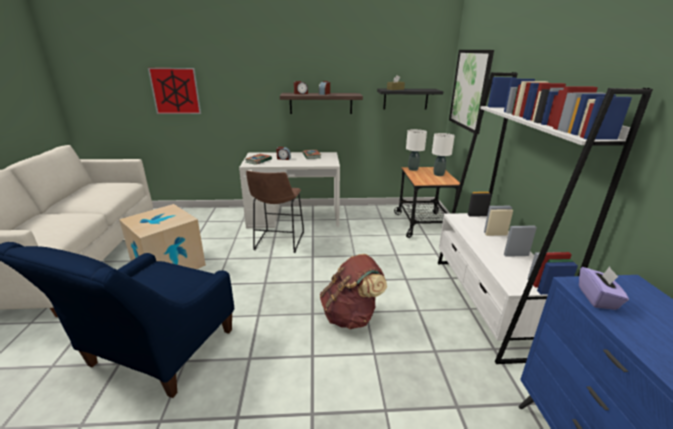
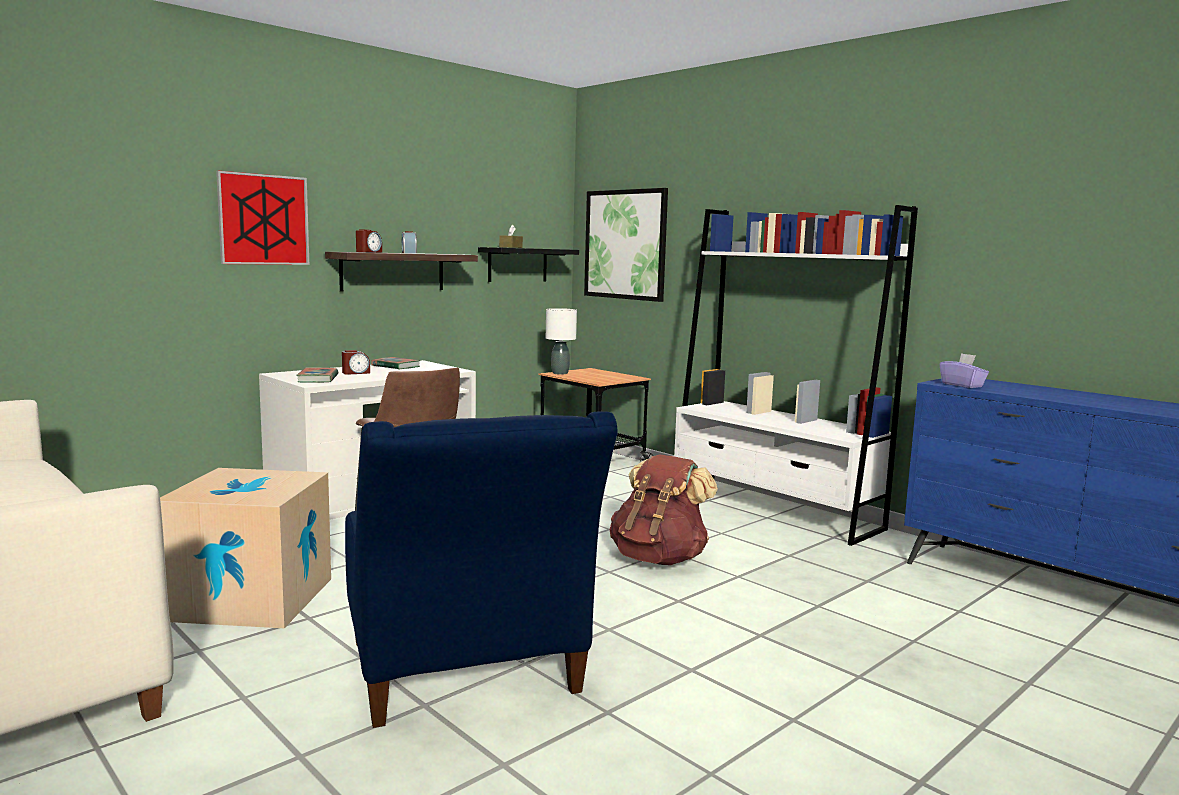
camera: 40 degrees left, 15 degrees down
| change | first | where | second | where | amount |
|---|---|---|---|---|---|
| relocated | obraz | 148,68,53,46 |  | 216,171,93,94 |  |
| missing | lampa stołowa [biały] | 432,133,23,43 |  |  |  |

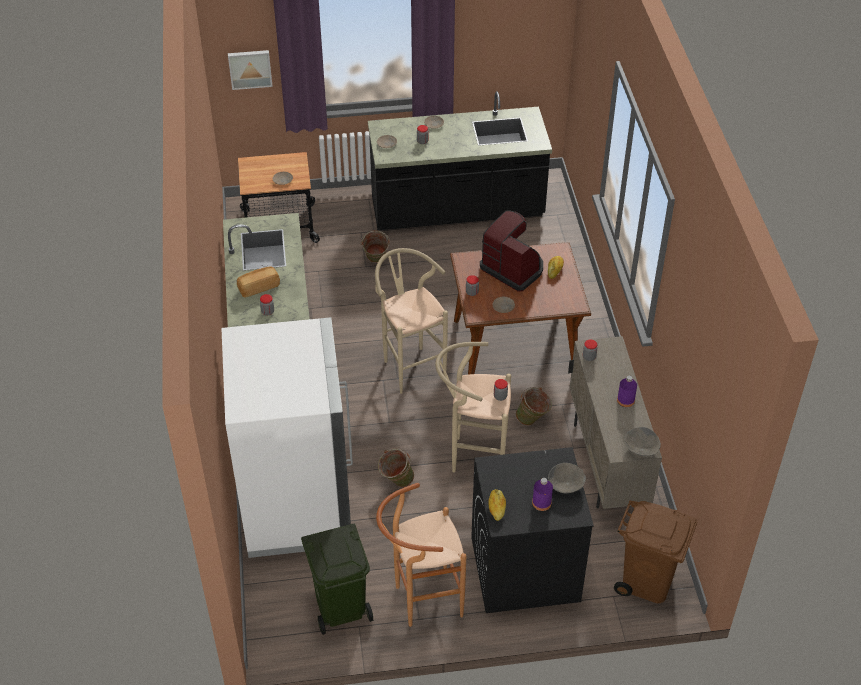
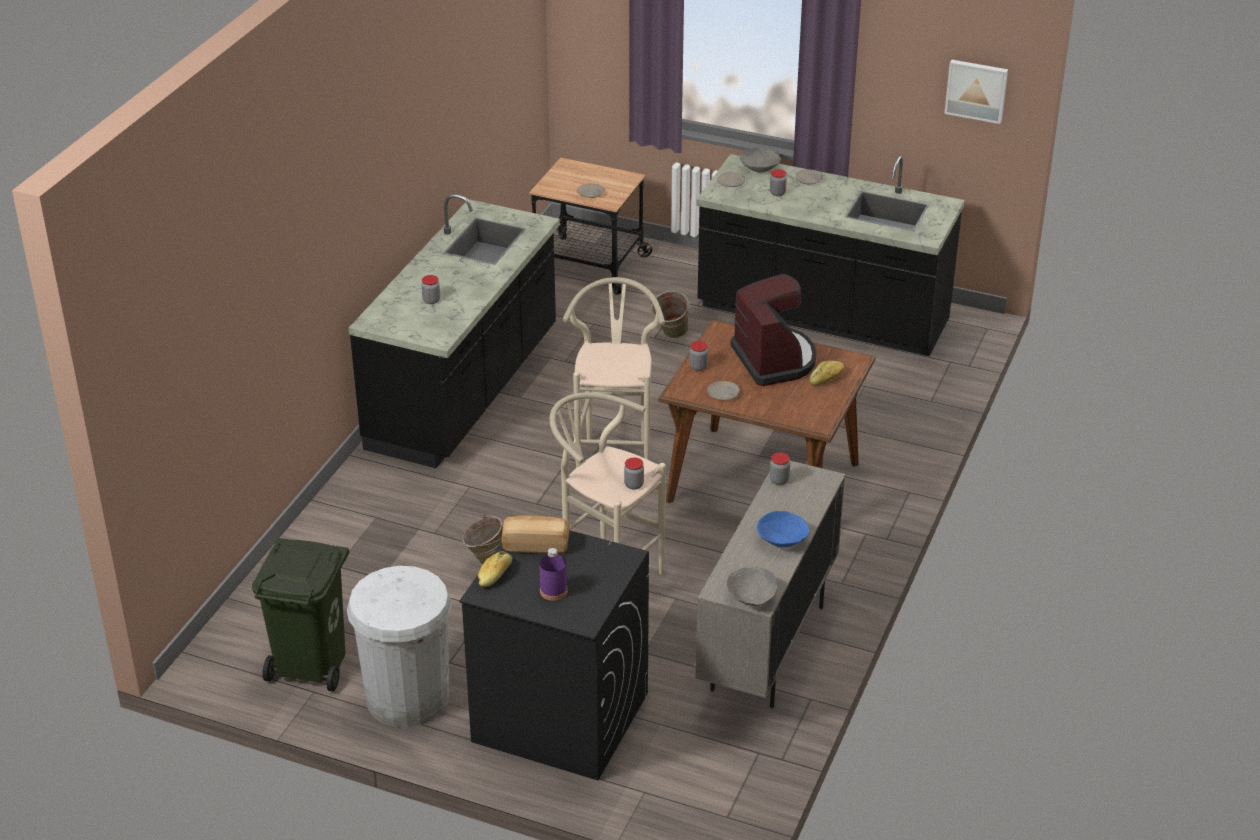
camera: 30 degrees right, 10 degrees down
| change | first | where | second | where | amount |
|---|---|---|---|---|---|
| exchanged | stołek [brązowy] | 376,483,90,144 | kosz na śmieci [biały] | 347,566,105,161 |  |
| relocated | chleb | 237,266,43,32 |  | 501,516,69,37 |  |
| relocated | miska [szary] | 548,463,38,31 |  | 740,147,41,26 |  |
| exchanged | butelka [fioletowy] | 617,376,20,31 | miska [niebieski] | 756,511,54,36 |  |
| relocated | obraz | 228,50,45,40 |  | 944,60,64,64 |  |
| missing | lodówka [biały] | 221,317,132,241 |  |  |  |
| missing | wiadro [zielony] | 515,387,37,39 |  |  |  |
| missing | kosz na śmieci [brązowy] | 614,501,83,102 |  |  |  |

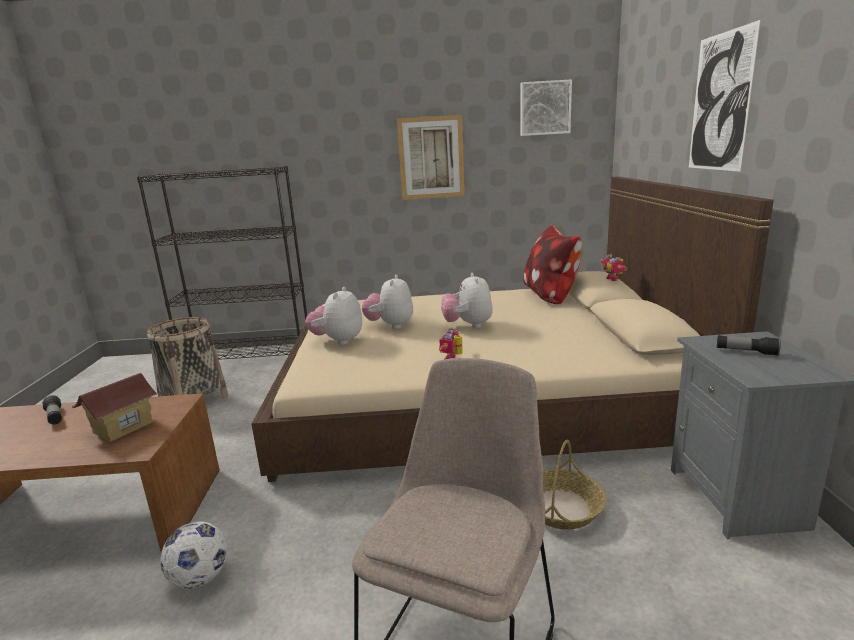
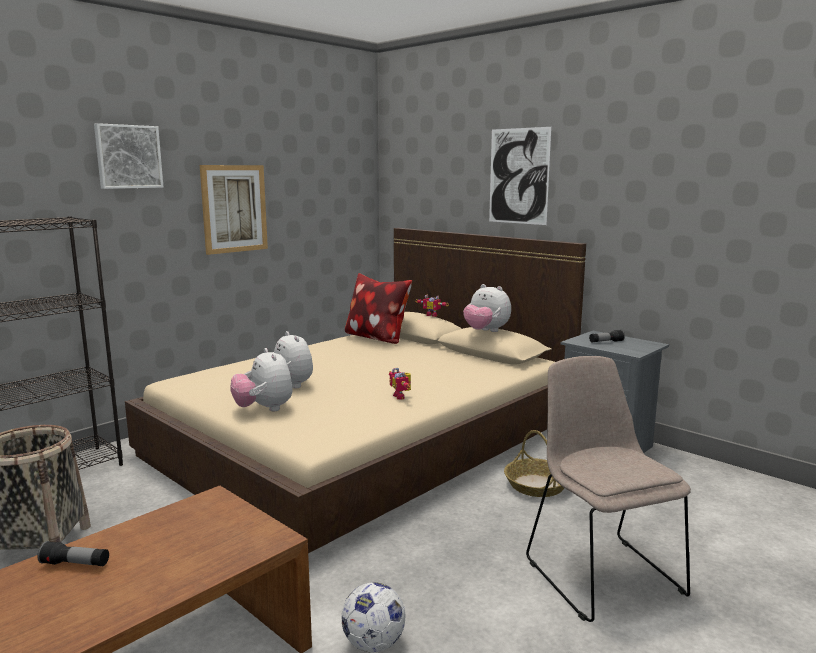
camera: 45 degrees left, 5 degrees down
| change | first | where | second | where | amount |
|---|---|---|---|---|---|
| relocated | obraz | 520,79,52,57 |  | 94,123,69,66 |  |
| relocated | pluszak | 441,273,52,55 |  | 463,284,48,48 |  |
| missing | domek | 72,373,86,69 |  |  |  |

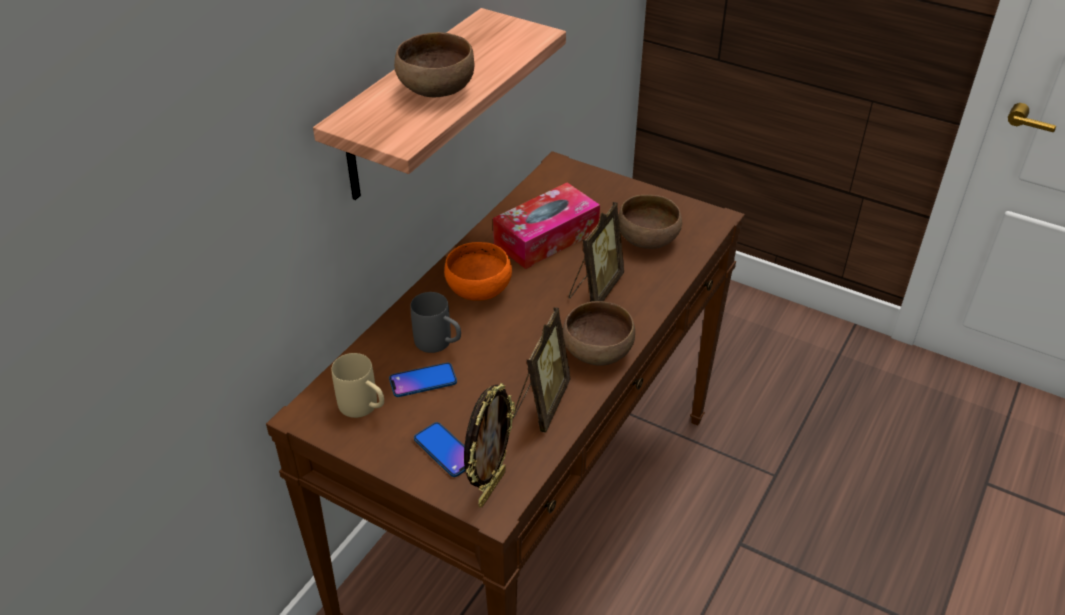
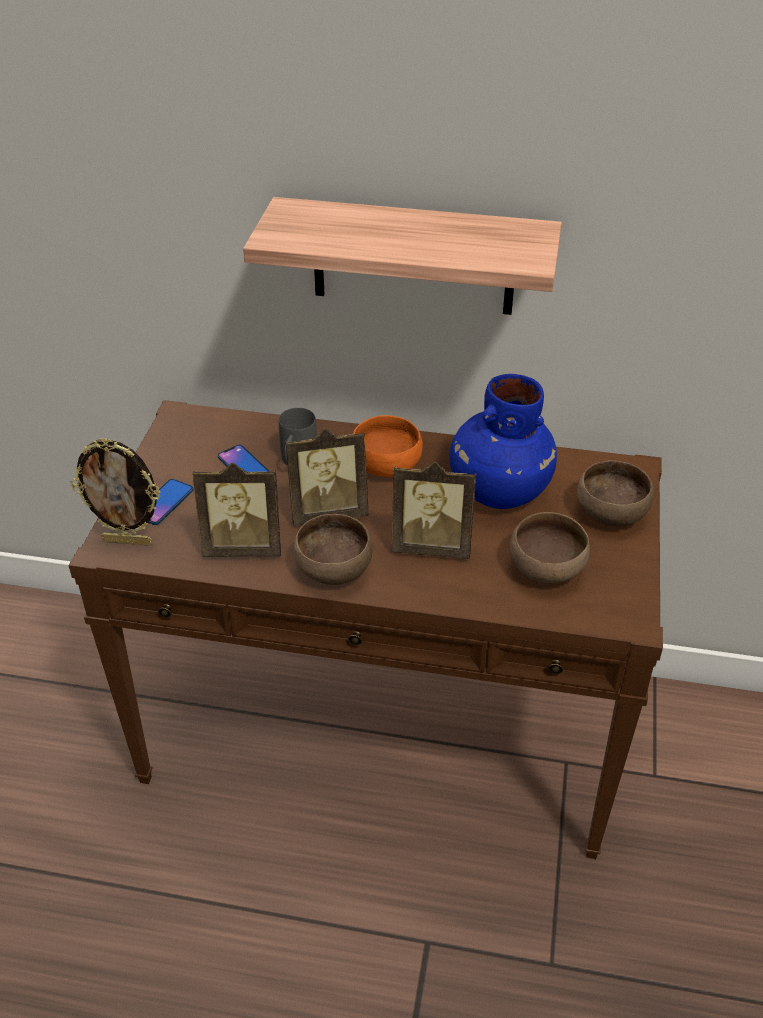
camera: 70 degrees right, 0 degrees up
| change | first | where | second | where | amount |
|---|---|---|---|---|---|
| appeared |  |  | ramka na zdjęcie | 286,428,82,98 |  |
| exchanged | pudełko chusteczek | 493,182,107,87 | wazon [niebieski] | 449,374,108,135 |  |
| relocated | miska [brązowy] | 394,32,80,65 |  | 577,460,77,66 |  |
| missing | kubek [beżowy] | 331,353,53,65 |  |  |  |

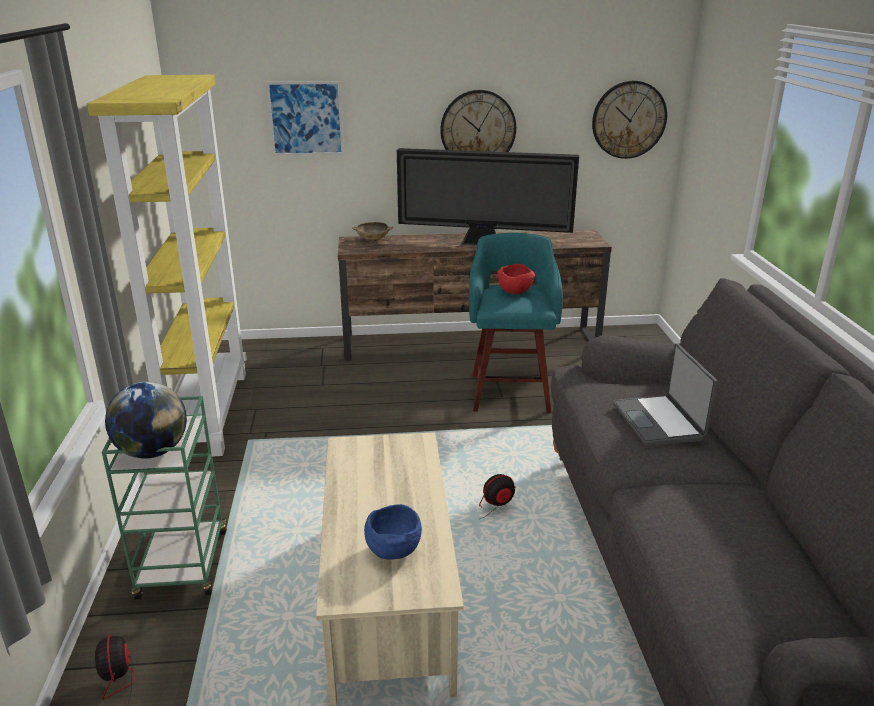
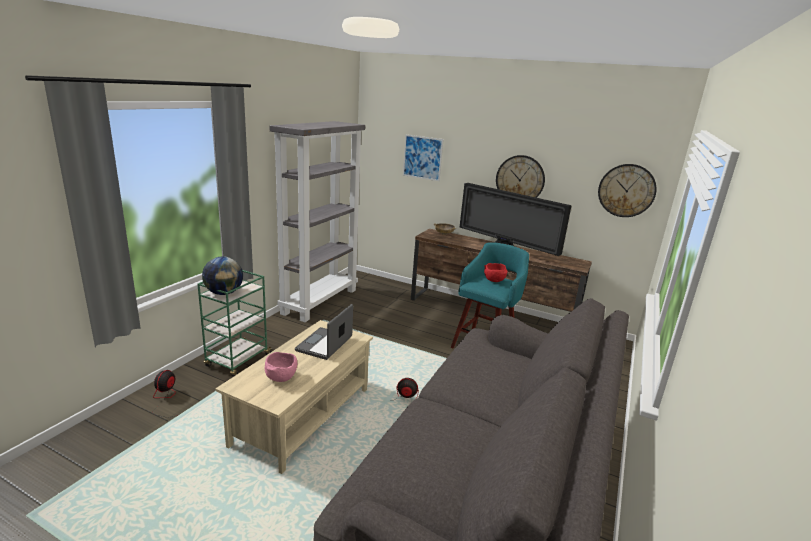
camera: 30 degrees right, 5 degrees down
| change | first | where | second | where | amount |
|---|---|---|---|---|---|
| colour | miska [niebieski] | 364,504,58,56 | miska [różowy] | 265,352,32,30 |  |
| colour | regał [żółty] | 87,75,160,381 | regał [szary] | 269,121,96,201 |  |
| relocated | laptop | 613,344,104,102 |  | 295,304,58,56 |  |

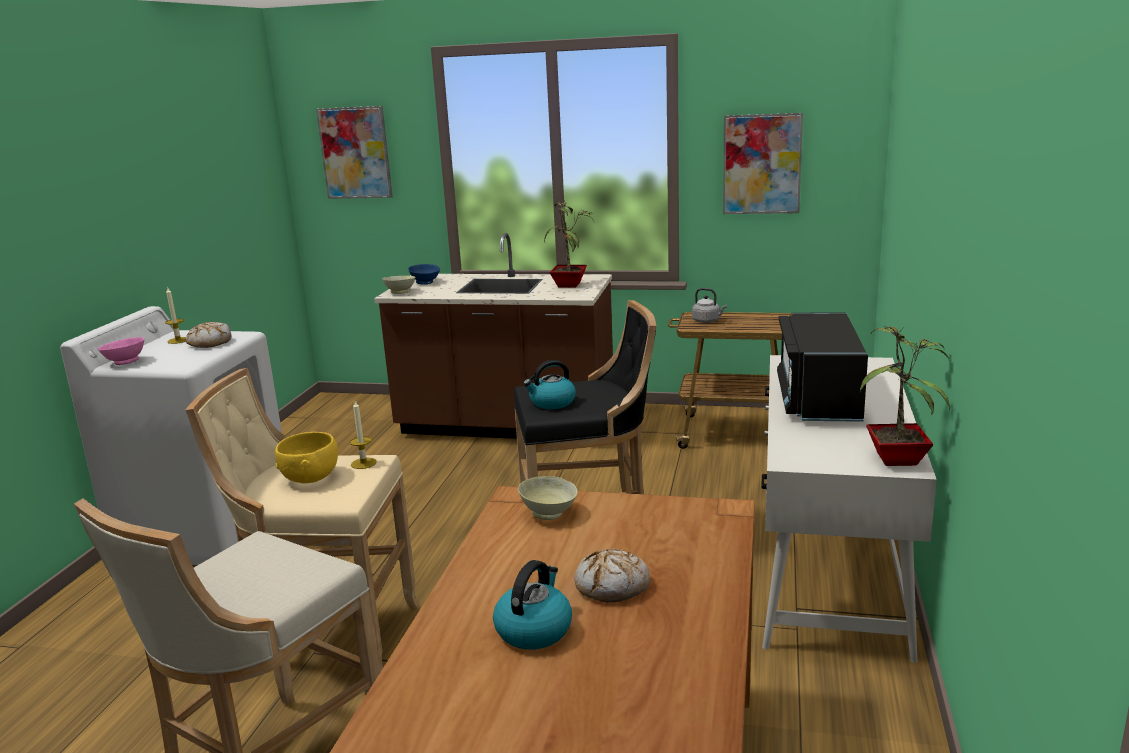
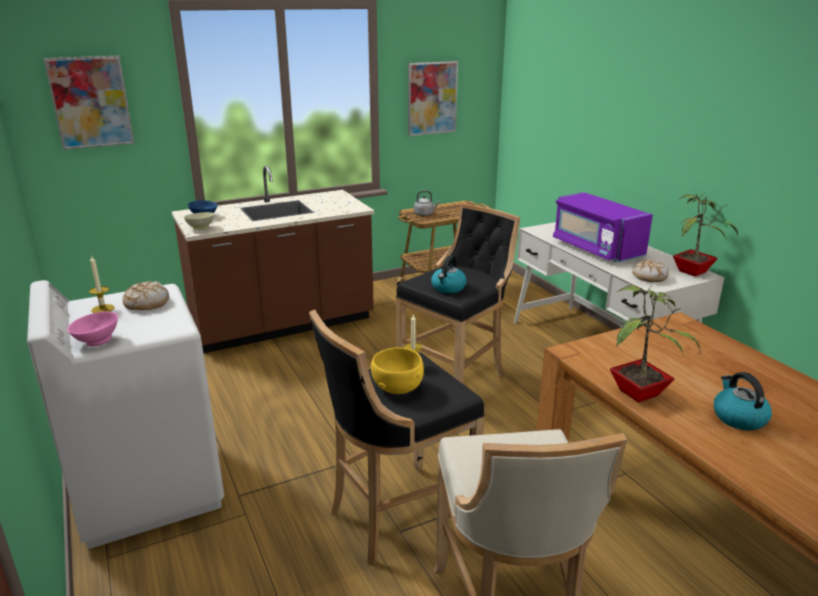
camera: 40 degrees left, 5 degrees up
| change | first | where | second | where | amount |
|---|---|---|---|---|---|
| colour | stołek [beżowy] | 186,368,233,303 | stołek [czarny] | 309,310,176,256 |  |
| colour | mikrofalówka [czarny] | 777,312,91,110 | mikrofalówka [fioletowy] | 553,192,100,70 |  |
| relocated | roślina doniczkowa | 544,200,51,88 |  | 610,285,91,118 |  |
| relocated | chleb | 574,549,76,54 |  | 632,260,37,22 |  |
| missing | miska [beżowy] | 518,476,60,44 |  |  |  |

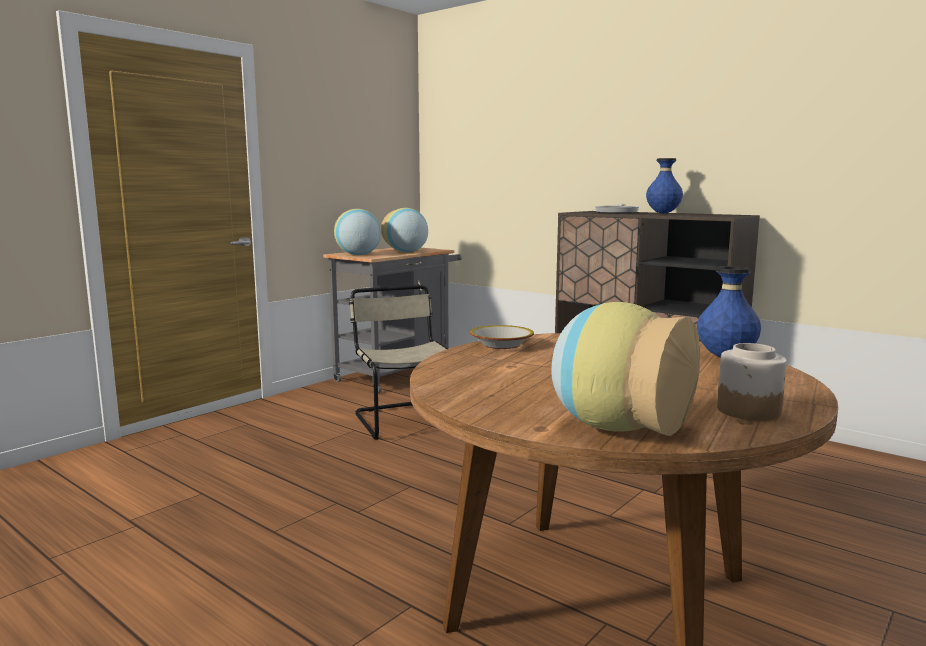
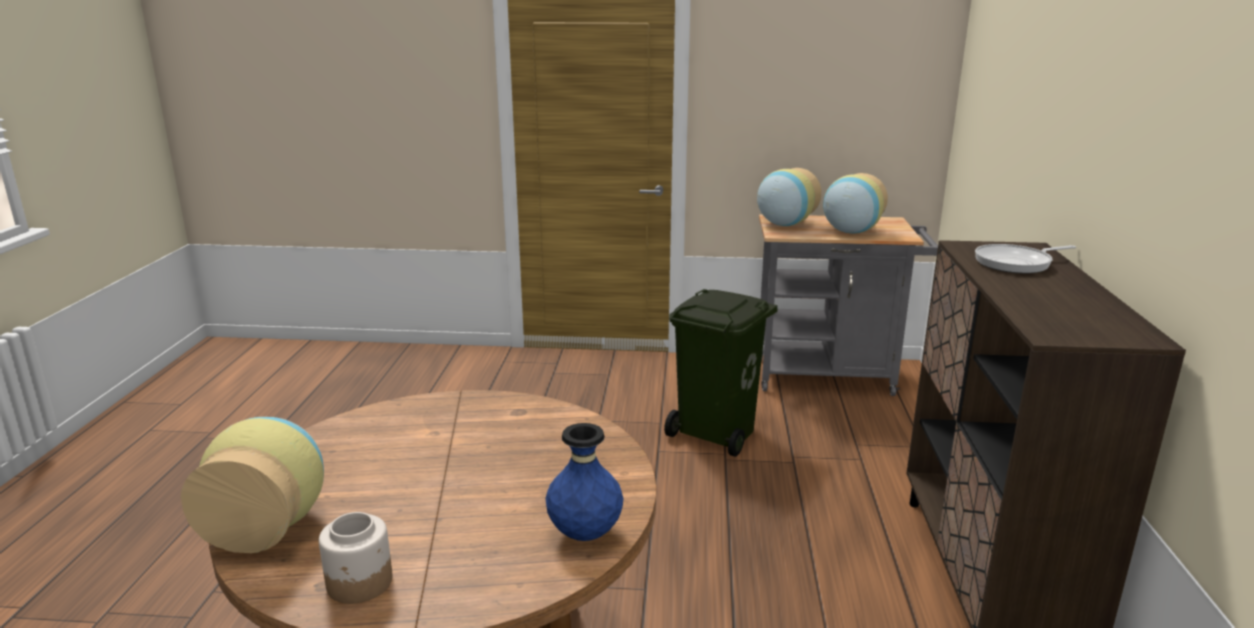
camera: 55 degrees right, 10 degrees up
| change | first | where | second | where | amount |
|---|---|---|---|---|---|
| exchanged | krzesło [beżowy] | 349,285,99,155 | kosz na śmieci [zielony] | 664,289,114,168 |  |
| missing | miska | 470,325,64,24 |  |  |  |
| missing | wazon [niebieski] | 646,158,37,56 |  |  |  |

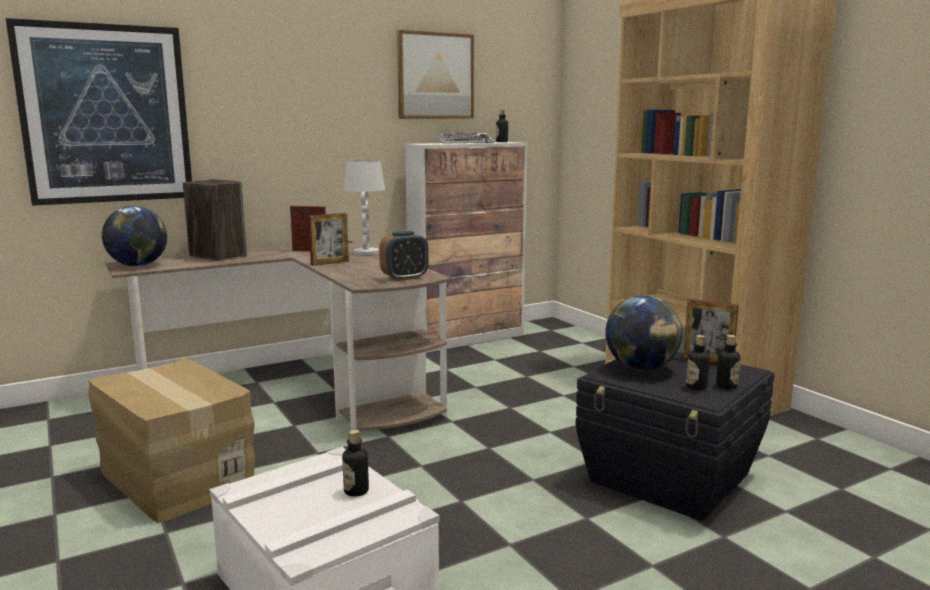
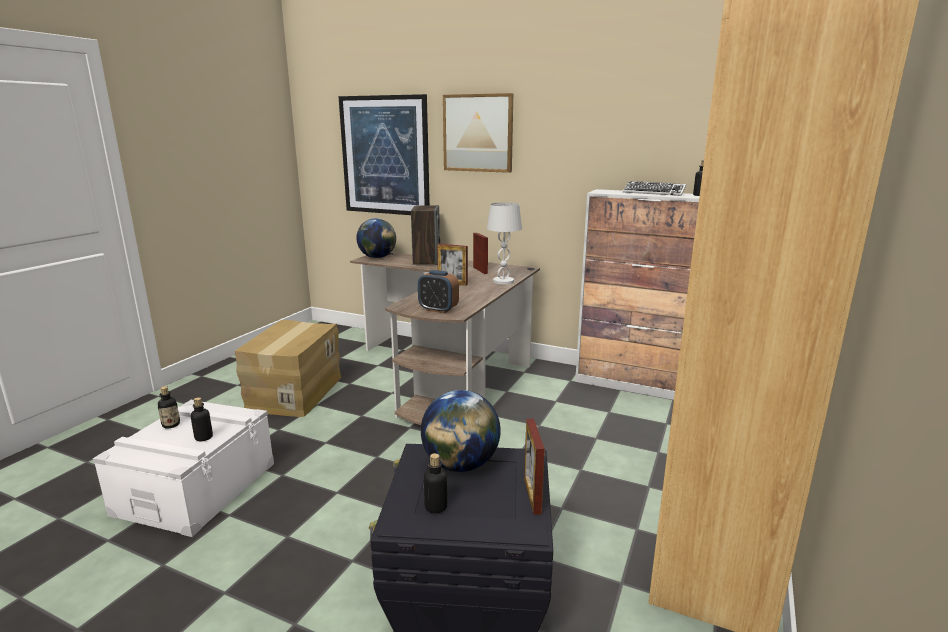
camera: 55 degrees right, 5 degrees up
| change | first | where | second | where | amount |
|---|---|---|---|---|---|
| relocated | butelka | 716,335,24,55 |  | 158,386,22,43 |  |
| relocated | obraz | 397,30,77,89 |  | 443,93,70,80 |  |

